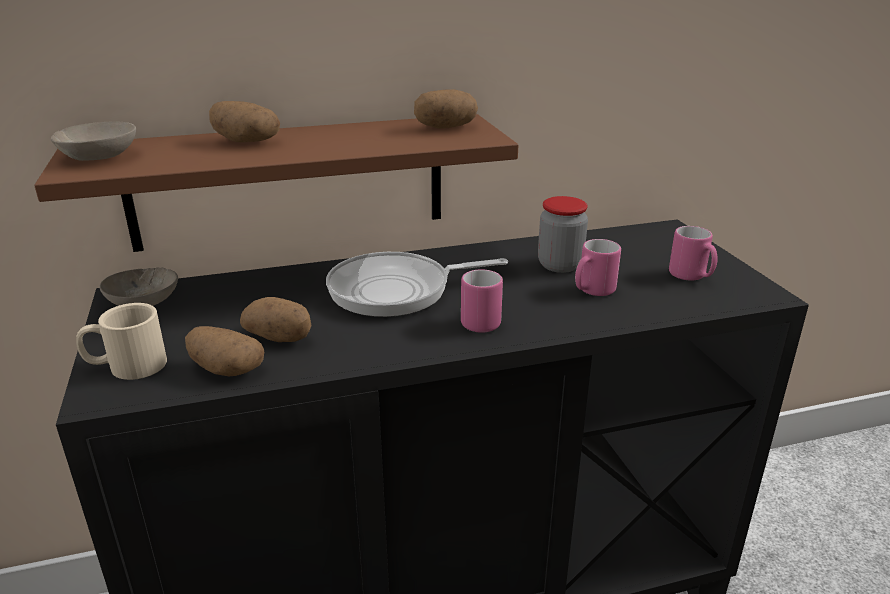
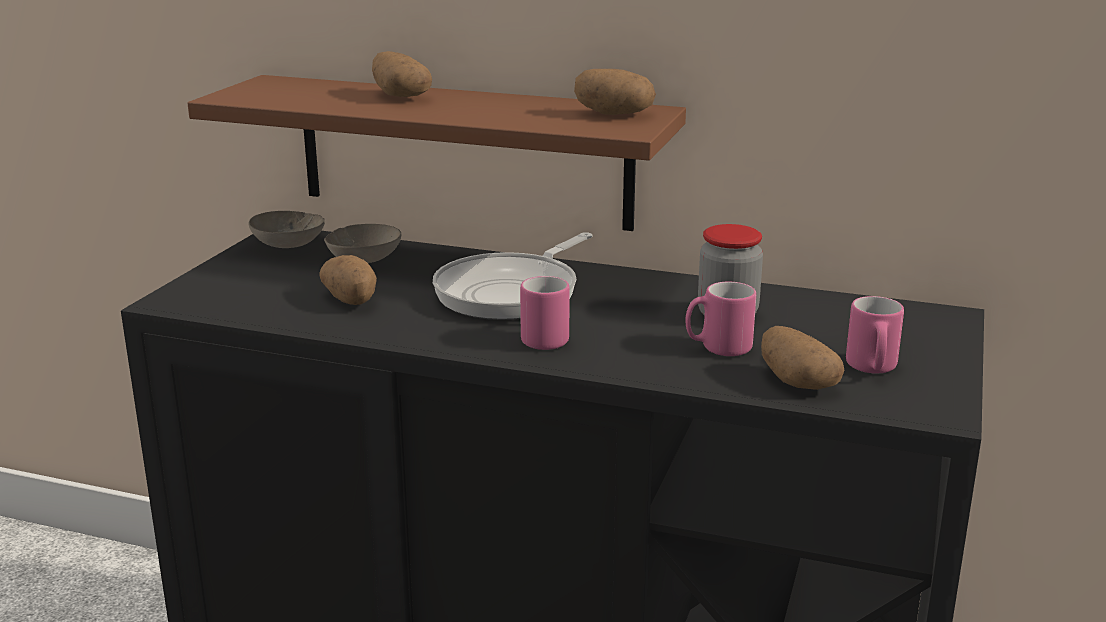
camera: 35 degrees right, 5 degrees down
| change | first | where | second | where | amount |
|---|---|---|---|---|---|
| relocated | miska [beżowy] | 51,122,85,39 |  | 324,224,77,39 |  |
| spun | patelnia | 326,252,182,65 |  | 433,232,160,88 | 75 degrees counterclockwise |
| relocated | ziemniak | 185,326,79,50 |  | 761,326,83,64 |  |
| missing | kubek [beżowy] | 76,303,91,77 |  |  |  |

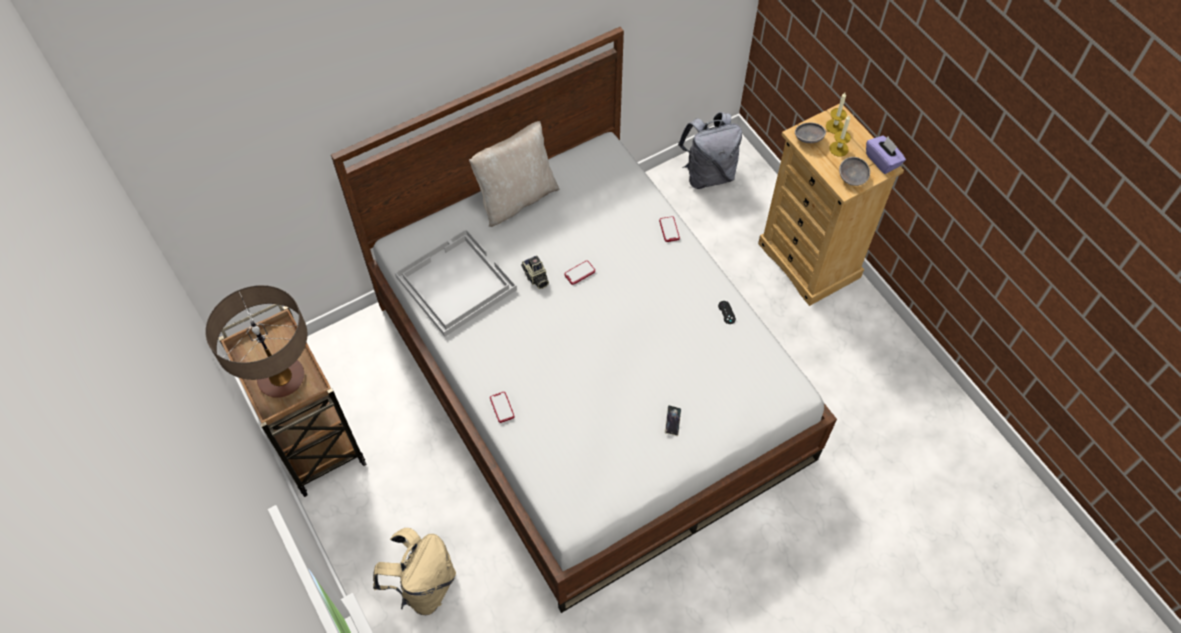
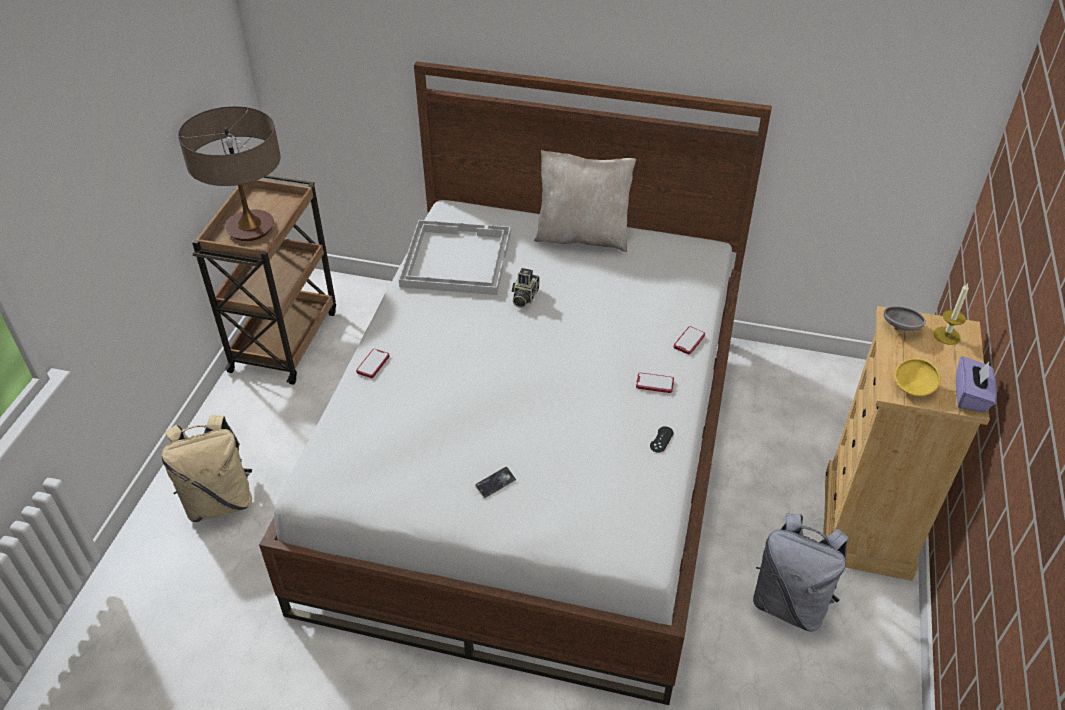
camera: 45 degrees right, 15 degrees down
| change | first | where | second | where | amount |
|---|---|---|---|---|---|
| relocated | telefon | 564,261,31,24 |  | 636,373,38,20 |  |
| relocated | plecak [szary] | 678,112,64,77 |  | 753,513,96,119 |  |
| colour | miska [szary] | 839,157,31,29 | miska [żółty] | 895,358,45,38 |  |
| missing | świeca | 829,116,22,40 |  |  |  |

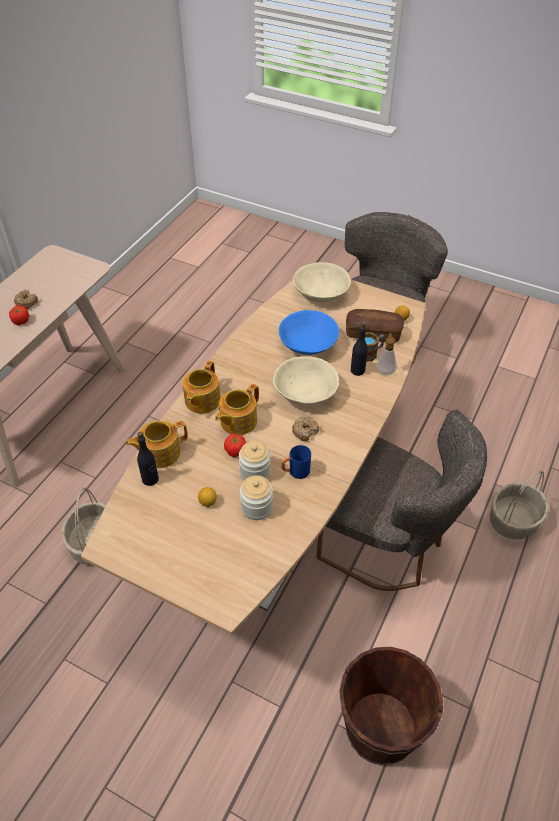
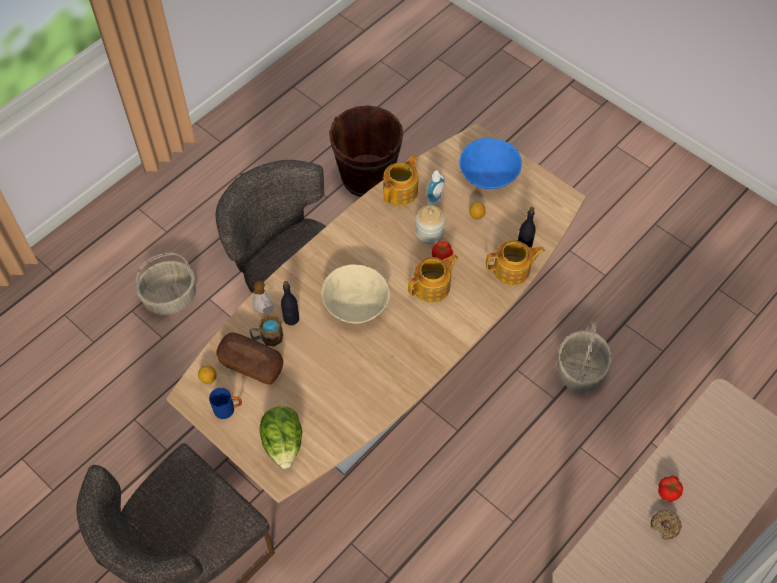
camera: 165 degrees left, 10 degrees up
| change | first | where | second | where | amount |
|---|---|---|---|---|---|
| relocated | kubek [niebieski] | 281,445,30,34 |  | 209,388,33,31 |  |
| exchanged | miska [beżowy] | 293,262,58,40 | sałata | 260,406,43,63 |  |
| relocated | imbryk | 182,361,39,52 |  | 383,155,35,51 |  |
| exchanged | słoik | 240,475,33,45 | dozownik mydła | 426,170,19,36 |  |
| relocated | miska [niebieski] | 279,310,60,45 |  | 459,138,63,51 |  |
| missing | donut | 292,417,27,24 |  |  |  |

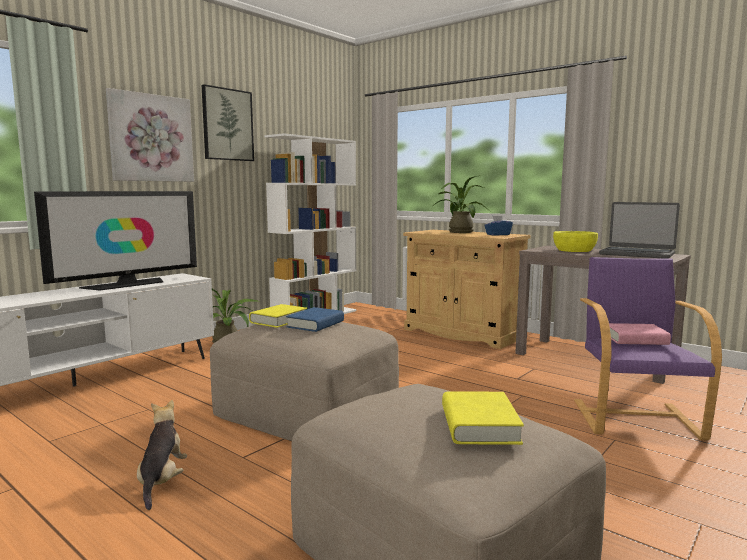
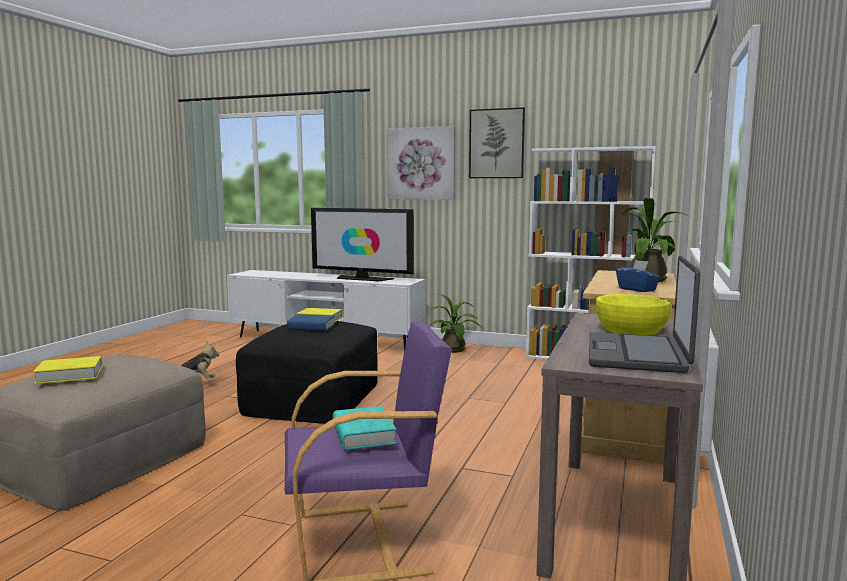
camera: 70 degrees right, 0 degrees up
| change | first | where | second | where | amount |
|---|---|---|---|---|---|
| colour | pufa [beżowy] | 210,322,189,119 | pufa [czarny] | 236,321,142,103 |  |
| colour | książka [różowy] | 609,323,62,22 | książka [turkusowy] | 333,406,63,44 |  |

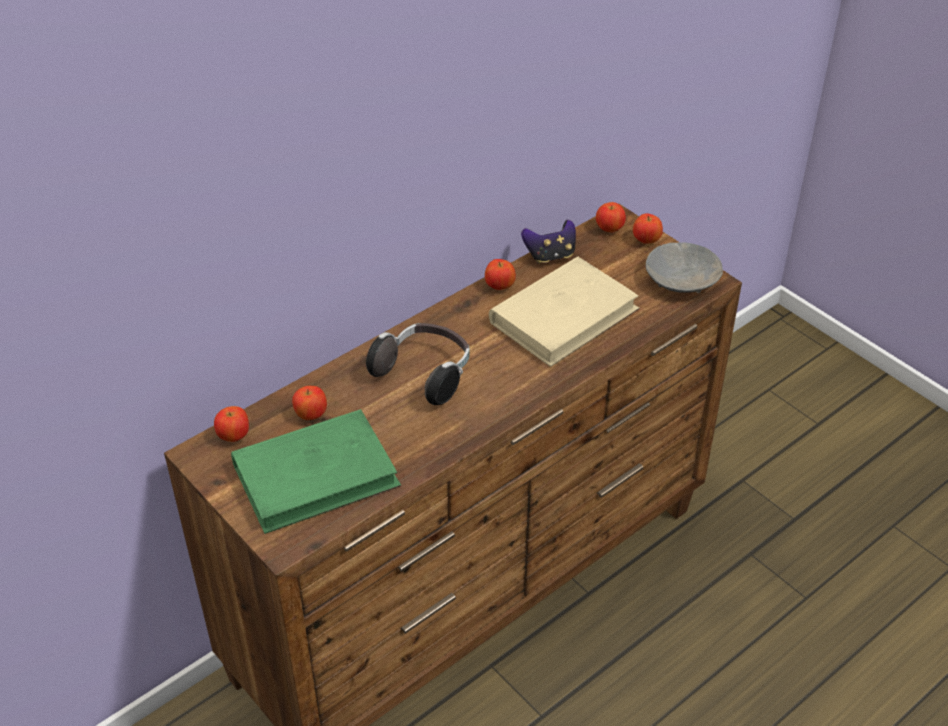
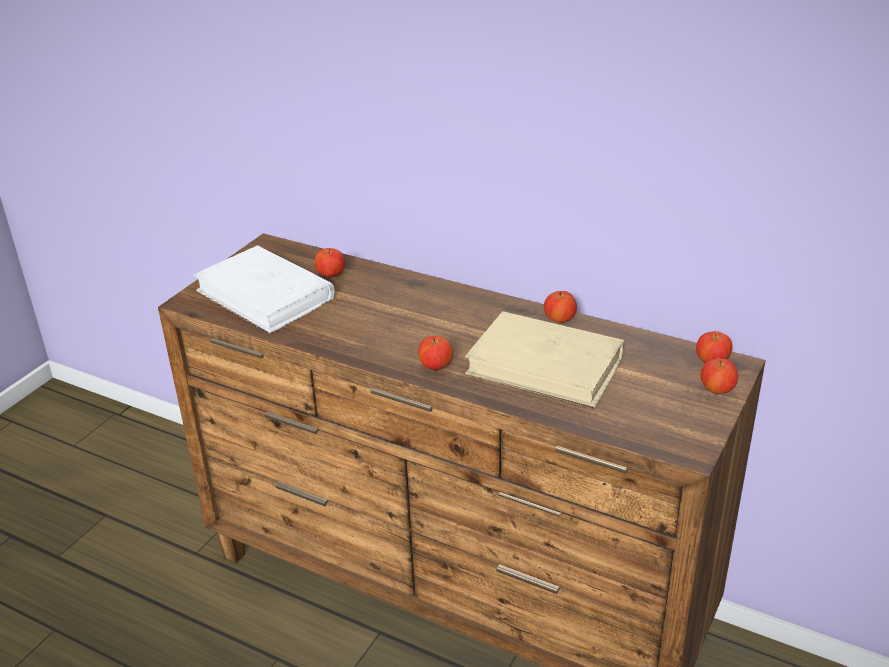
camera: 70 degrees right, 10 degrees down
| change | first | where | second | where | amount |
|---|---|---|---|---|---|
| colour | książka [zielony] | 231,409,170,125 | książka [biały] | 193,245,142,88 |  |
| relocated | jabłko | 214,406,35,36 |  | 418,336,35,34 |  |
| missing | słuchawki | 366,323,104,82 |  |  |  |
| missing | pad do gier | 521,220,55,44 |  |  |  |
| missing | miska [szary] | 646,242,77,51 |  |  |  |

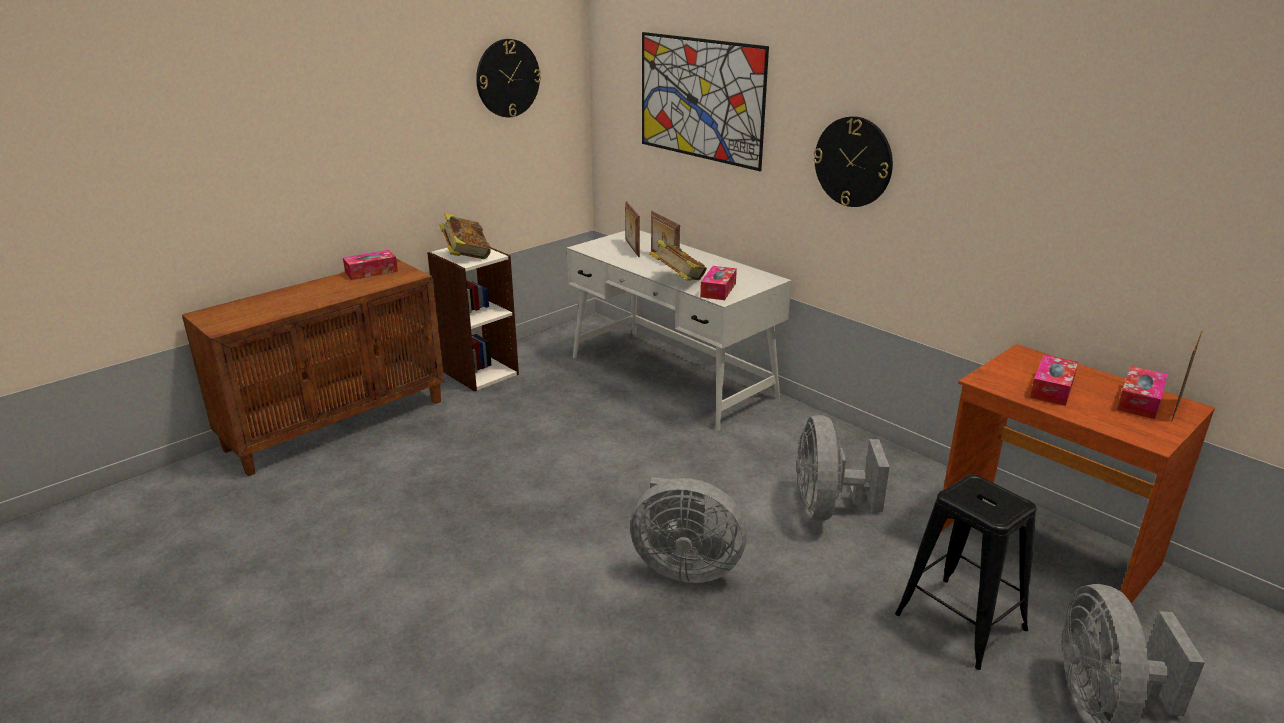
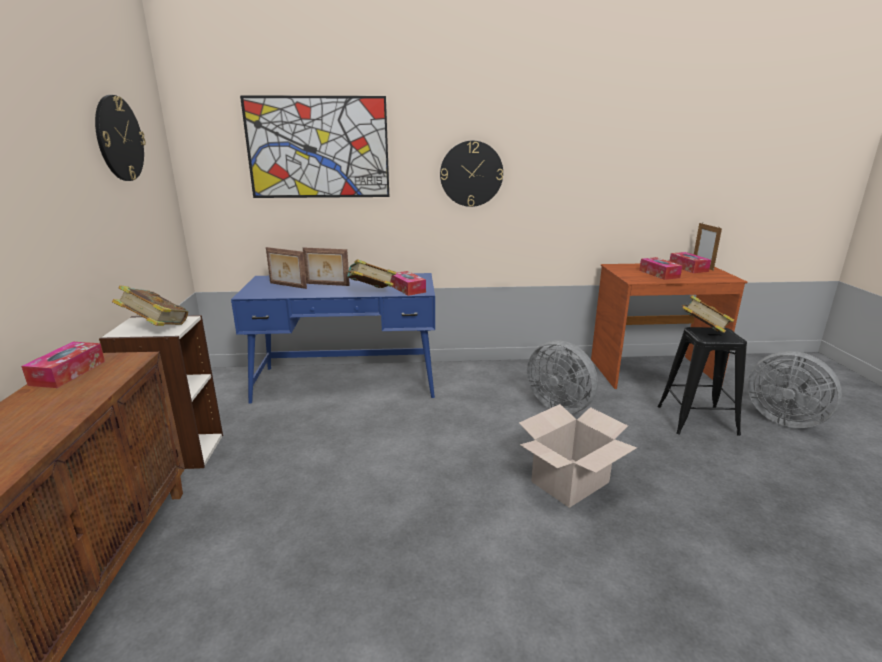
camera: 50 degrees left, 5 degrees down
| change | first | where | second | where | amount |
|---|---|---|---|---|---|
| colour | biurko [biały] | 567,231,225,200 | biurko [niebieski] | 231,273,204,131 |  |
| exchanged | wentylator [szary] | 630,477,117,106 | karton | 519,404,118,104 |  |
| appeared |  |  | książka | 682,295,52,38 |  |

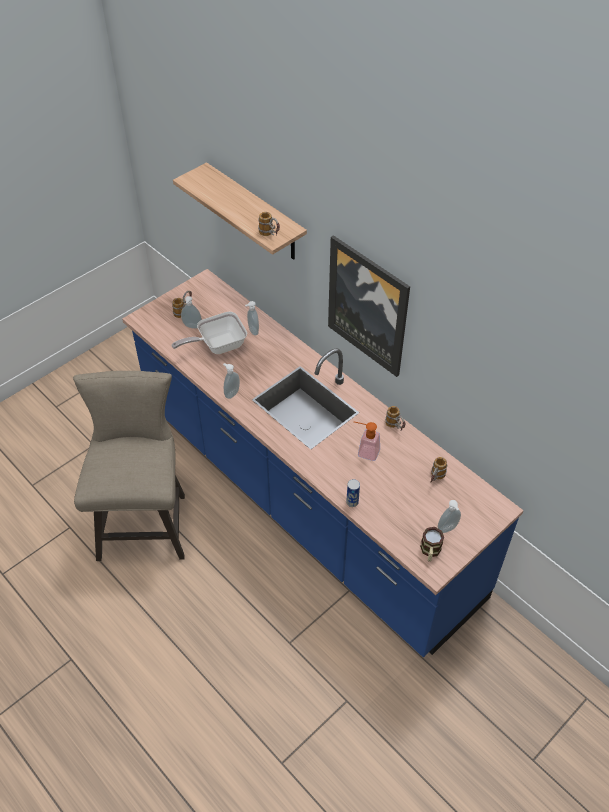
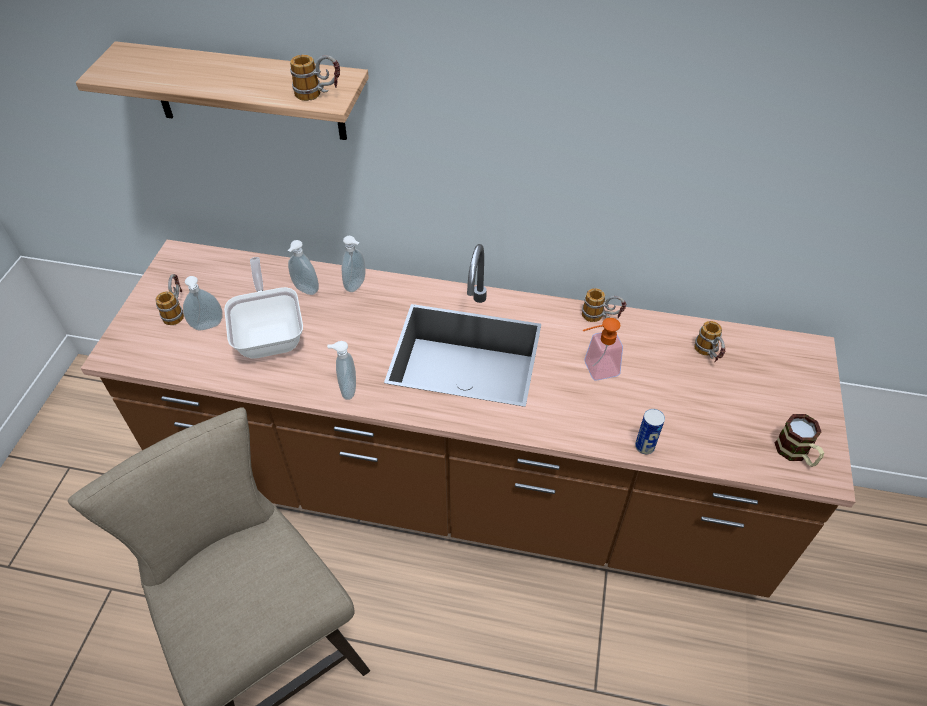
camera: 35 degrees left, 0 degrees up
| change | first | where | second | where | amount |
|---|---|---|---|---|---|
| colour | zabudowa kuchenna [niebieski] | 122,269,402,389 | zabudowa kuchenna [brązowy] | 81,240,774,358 |  |
| spun | patelnia | 172,312,75,42 |  | 224,257,79,102 | 135 degrees clockwise |
| relocated | dozownik mydła | 438,500,23,33 |  | 342,236,23,56 |  |
| missing | obraz | 328,235,82,142 |  |  |  |

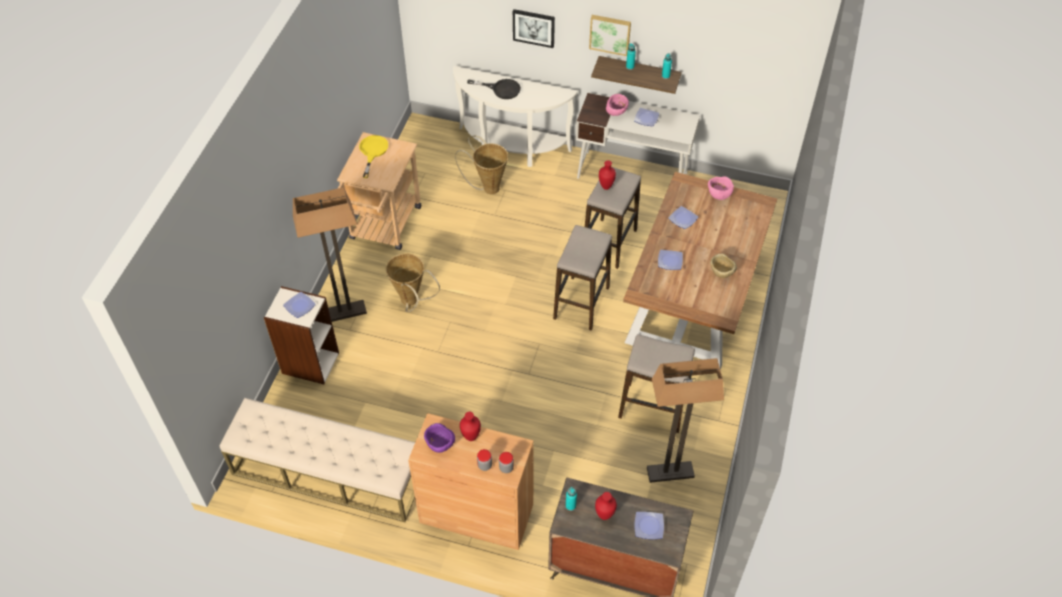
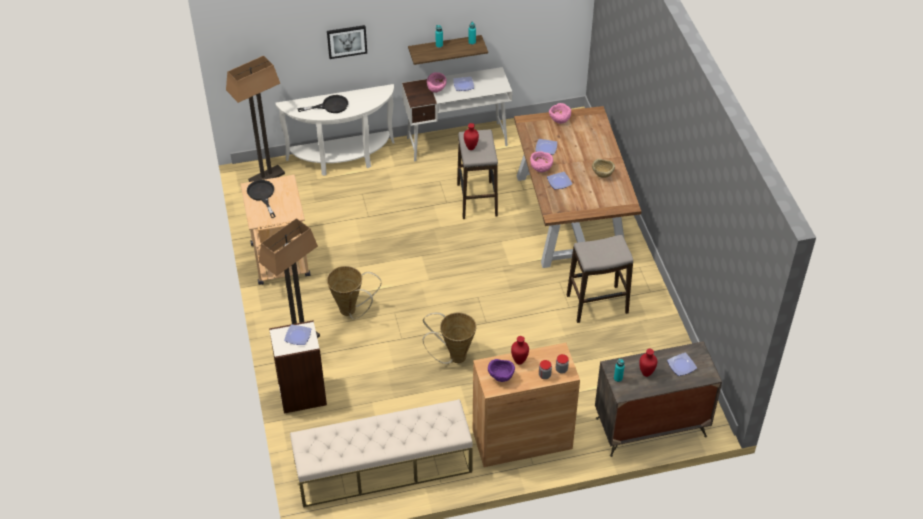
camera: 30 degrees left, 5 degrees down
| change | first | where | second | where | amount |
|---|---|---|---|---|---|
| relocated | lampa stojąca | 647,358,77,125 |  | 226,56,59,126 |  |
| colour | patelnia [żółty] | 359,135,29,43 | patelnia [czarny] | 247,180,29,38 |  |
| relocated | koszyk | 455,136,53,58 |  | 423,312,54,52 |  |
| appeared |  |  | miska [różowy] | 530,151,23,21 |  |
| missing | stołek | 553,225,59,106 |  |  |  |
| missing | obraz | 589,15,42,41 |  |  |  |

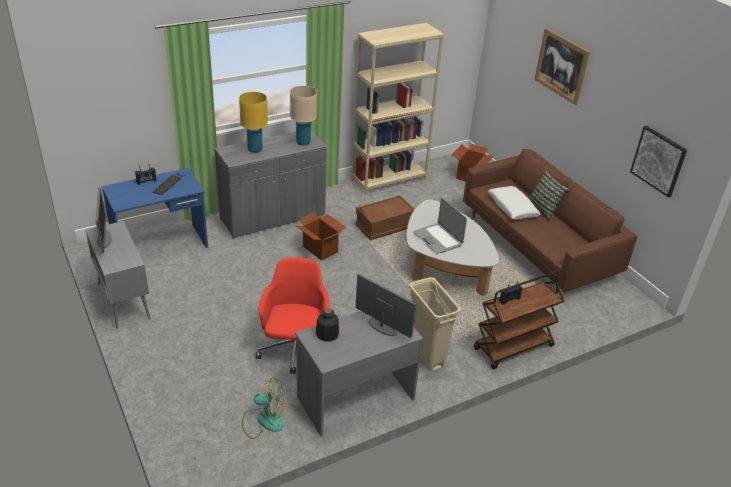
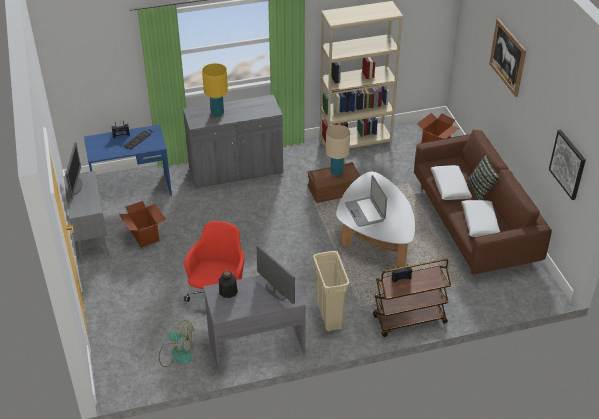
camera: 15 degrees right, 5 degrees up
| change | first | where | second | where | amount |
|---|---|---|---|---|---|
| relocated | karton | 296,212,50,49 |  | 119,201,47,47 |  |
| relocated | lampa stołowa [beżowy] | 290,86,27,60 |  | 326,125,24,51 |  |
| appeared |  |  | poduszka [biały] | 462,200,38,37 |  |

